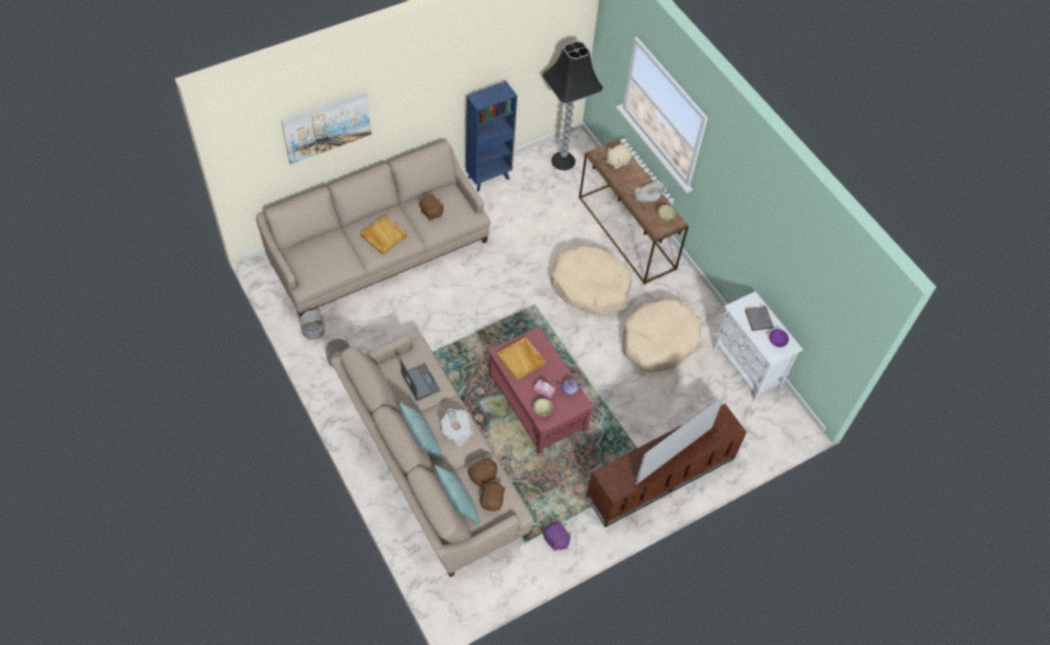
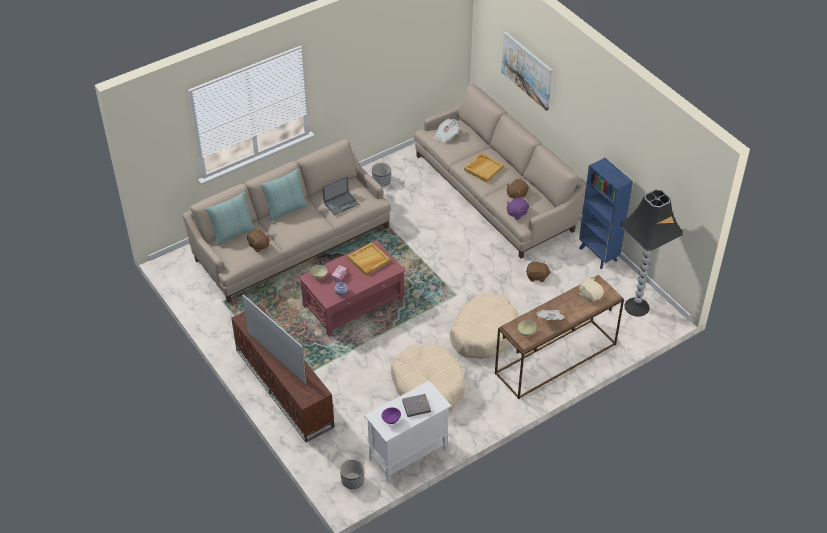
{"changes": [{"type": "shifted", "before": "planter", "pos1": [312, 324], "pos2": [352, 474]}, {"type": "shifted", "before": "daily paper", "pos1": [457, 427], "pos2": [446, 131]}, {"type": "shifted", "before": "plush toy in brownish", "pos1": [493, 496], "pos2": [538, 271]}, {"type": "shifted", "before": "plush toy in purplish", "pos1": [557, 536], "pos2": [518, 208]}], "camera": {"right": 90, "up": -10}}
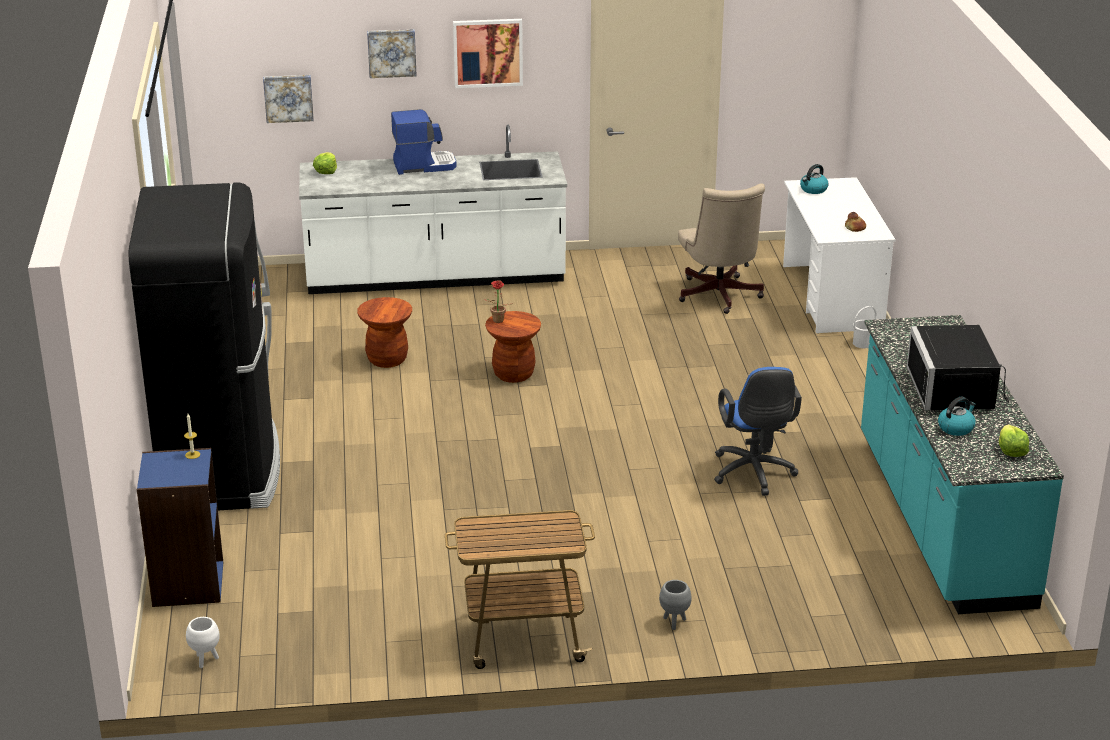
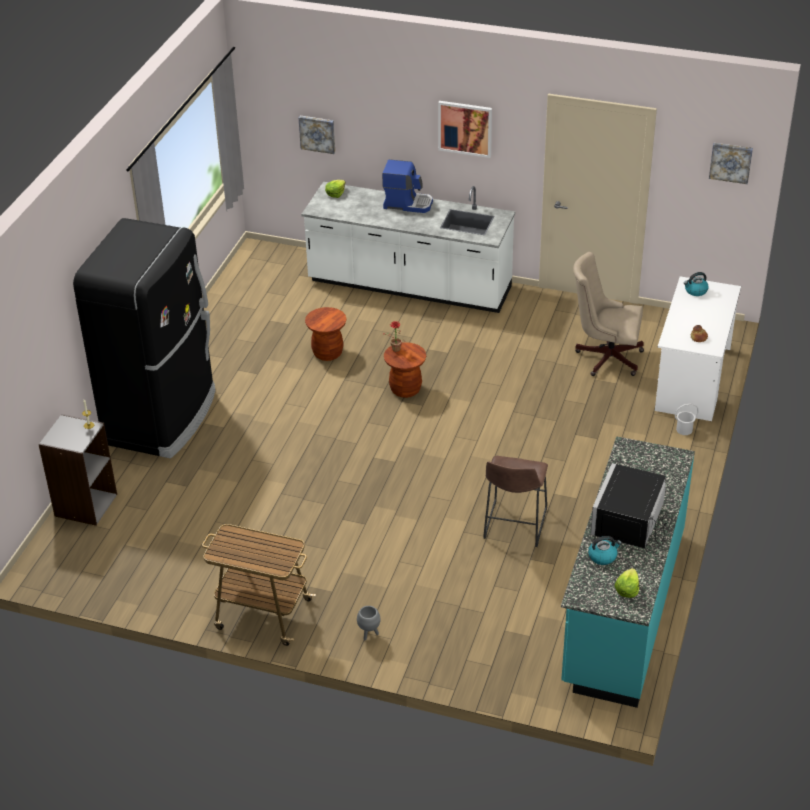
{"changes": [{"type": "gone", "before": "planter in whitish", "pos1": [203, 642]}, {"type": "shifted", "before": "wall art", "pos1": [392, 53], "pos2": [731, 163]}, {"type": "swapped", "before": "computer chair in blue", "after": "stool in brownish", "pos1": [758, 431], "pos2": [515, 501]}, {"type": "repainted", "before": "bookcase in blue", "after": "bookcase in grey", "pos1": [180, 527], "pos2": [77, 470]}, {"type": "rotated", "before": "computer chair in beige-coloured", "pos1": [721, 248], "pos2": [608, 314], "turn": 90}], "camera": {"right": 25, "up": 10}}
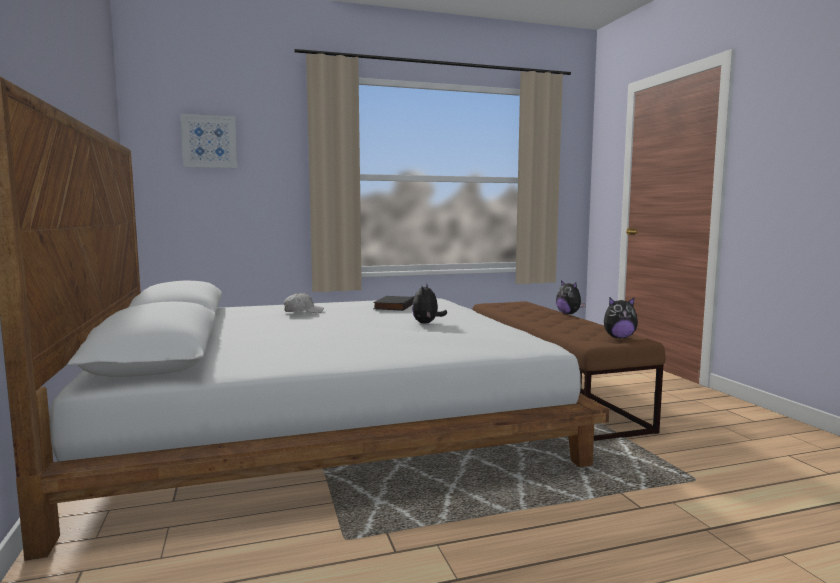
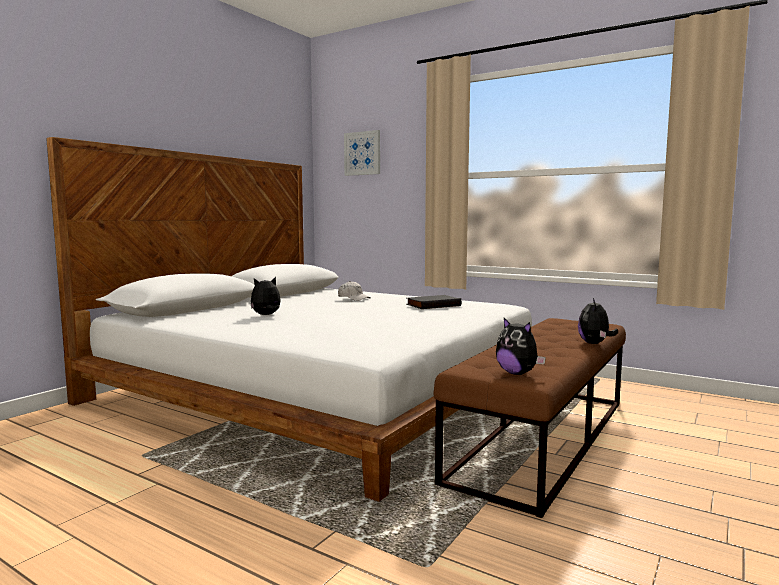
{"changes": [{"type": "shifted", "before": "plush toy", "pos1": [429, 303], "pos2": [266, 296]}], "camera": {"right": 50, "up": 0}}
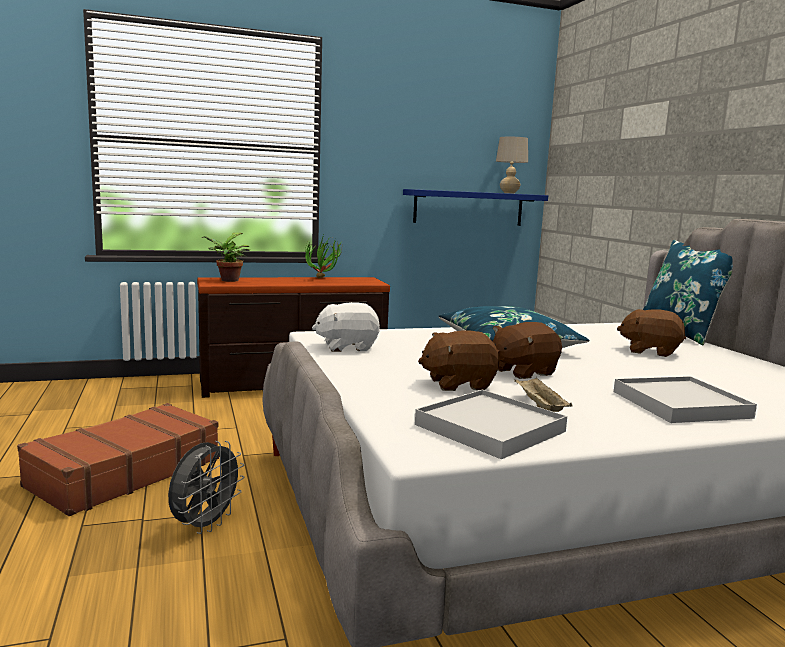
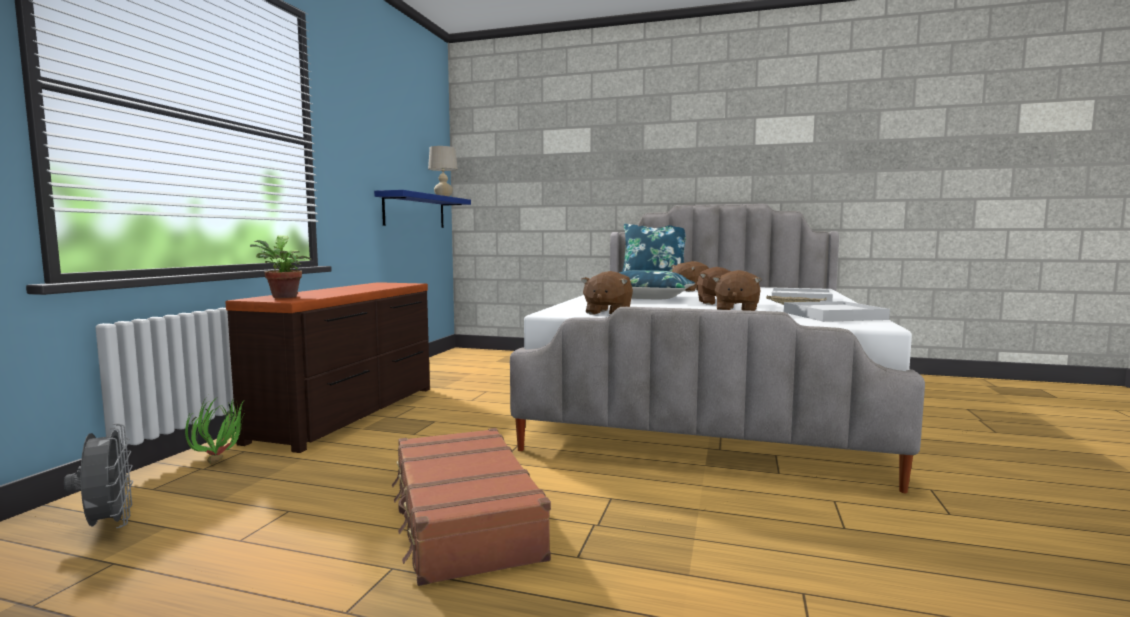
{"changes": [{"type": "shifted", "before": "fan in grey", "pos1": [206, 487], "pos2": [98, 475]}, {"type": "shifted", "before": "plant in a pot", "pos1": [323, 256], "pos2": [214, 430]}, {"type": "repainted", "before": "plush toy in whitish", "after": "plush toy in brownish", "pos1": [346, 327], "pos2": [607, 293]}], "camera": {"right": -55, "up": -5}}
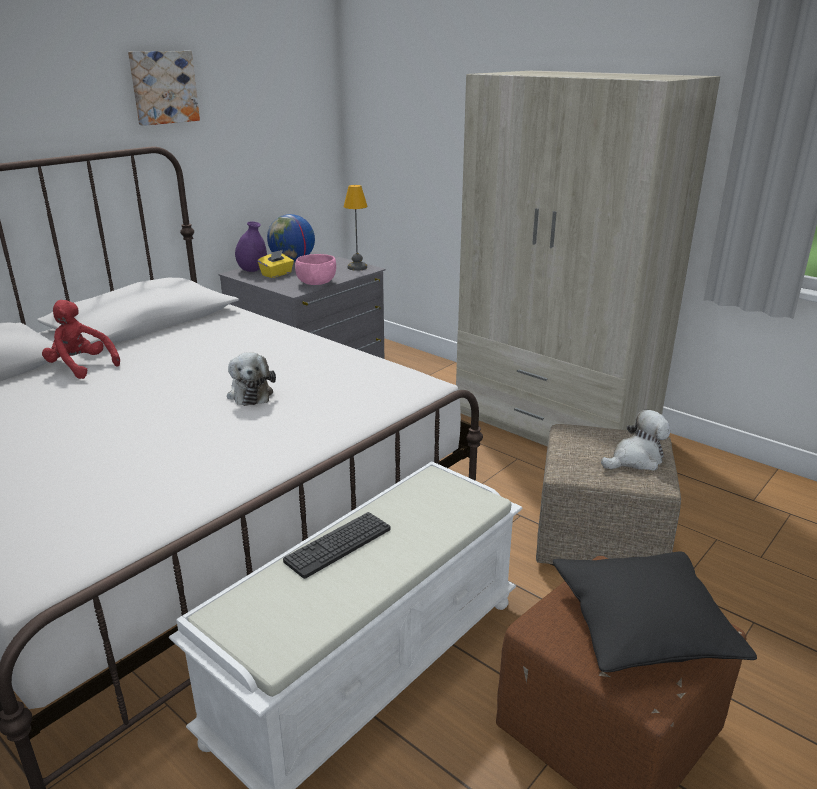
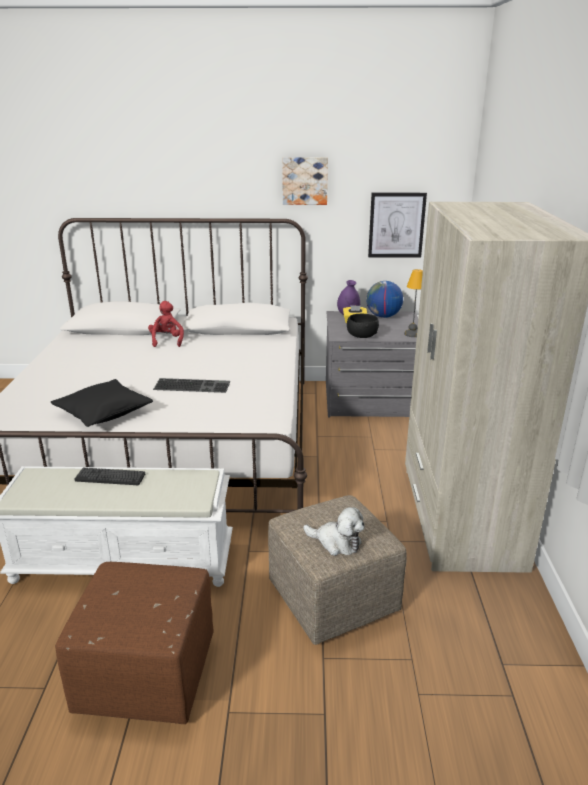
{"changes": [{"type": "new", "after": "wall art", "pos2": [397, 225]}, {"type": "shifted", "before": "throw pillow in black-coloured", "pos1": [655, 611], "pos2": [102, 403]}, {"type": "swapped", "before": "plush toy", "after": "keyboard", "pos1": [251, 379], "pos2": [191, 385]}, {"type": "repainted", "before": "serving bowl in pink", "after": "serving bowl in black-coloured", "pos1": [315, 269], "pos2": [363, 326]}], "camera": {"right": 50, "up": 0}}
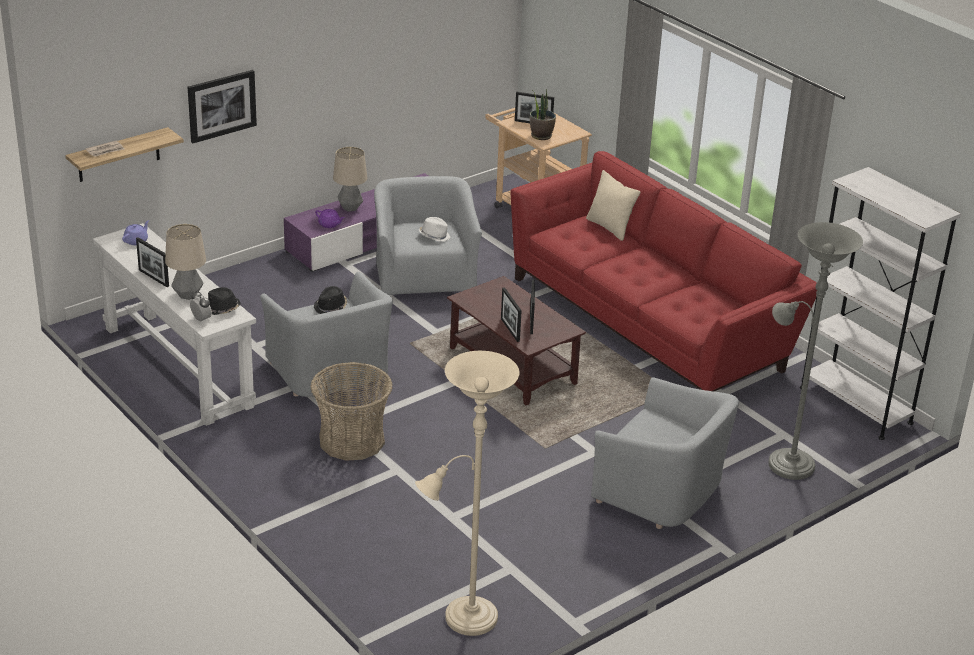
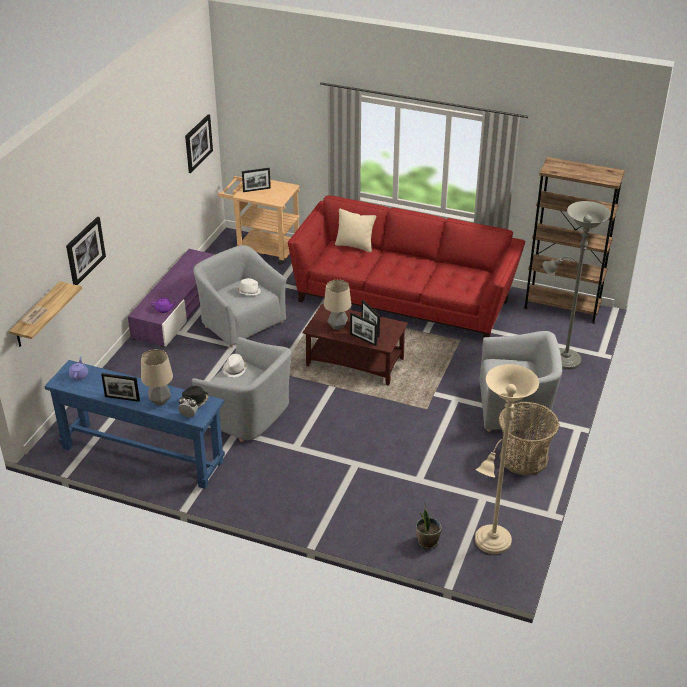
{"changes": [{"type": "new", "after": "wall art", "pos2": [199, 143]}, {"type": "shifted", "before": "basket", "pos1": [351, 411], "pos2": [529, 439]}, {"type": "shifted", "before": "tabletop lamp", "pos1": [350, 179], "pos2": [337, 305]}, {"type": "shifted", "before": "plant in a pot", "pos1": [543, 114], "pos2": [429, 526]}, {"type": "repainted", "before": "console table in whitish", "after": "console table in blue", "pos1": [174, 324], "pos2": [134, 424]}, {"type": "repainted", "before": "hat in black-coloured", "after": "hat in whitish", "pos1": [330, 300], "pos2": [234, 366]}, {"type": "repainted", "before": "bookcase in whitish", "after": "bookcase in brownish", "pos1": [880, 303], "pos2": [574, 240]}], "camera": {"right": -30, "up": 5}}
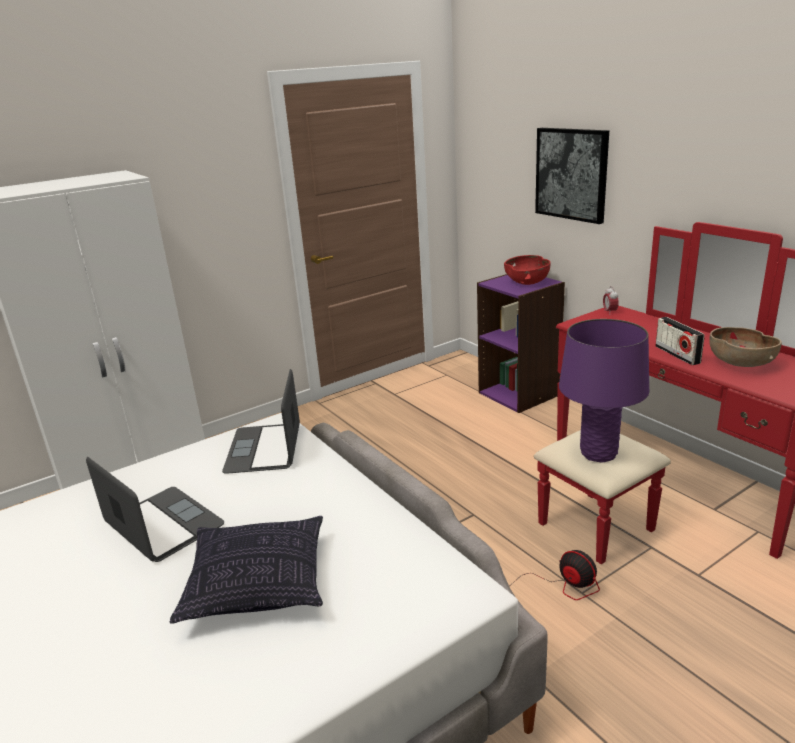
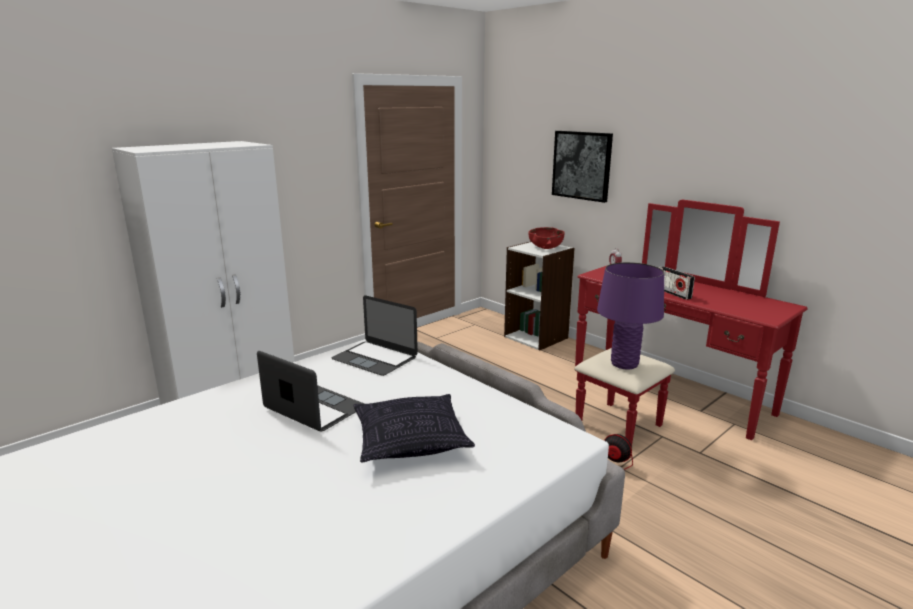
{"changes": [{"type": "gone", "before": "serving bowl in brownish", "pos1": [745, 347]}, {"type": "repainted", "before": "bookcase in purplish", "after": "bookcase in whitish", "pos1": [521, 343], "pos2": [539, 296]}, {"type": "rotated", "before": "notebook computer", "pos1": [261, 421], "pos2": [375, 335], "turn": -45}], "camera": {"right": -10, "up": -5}}
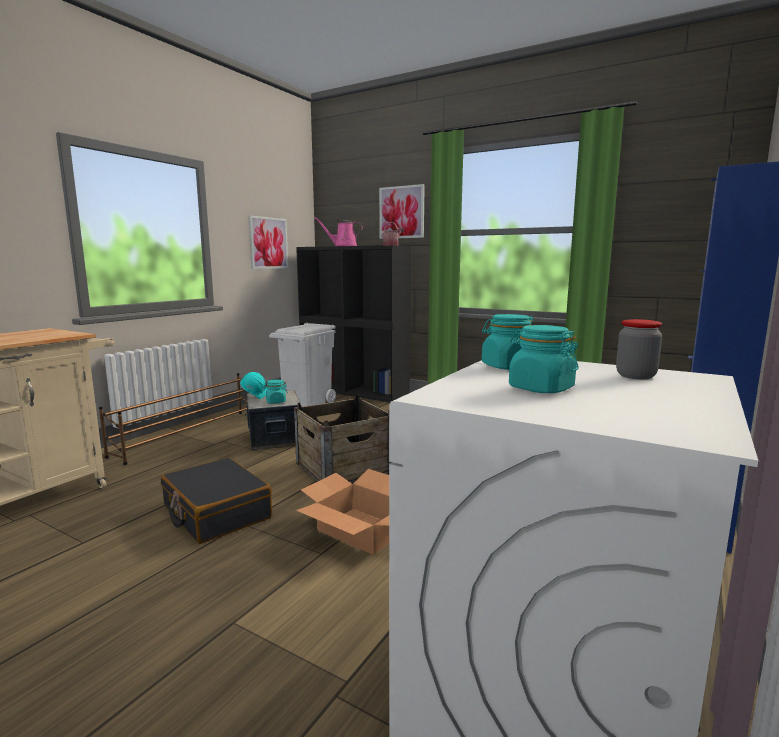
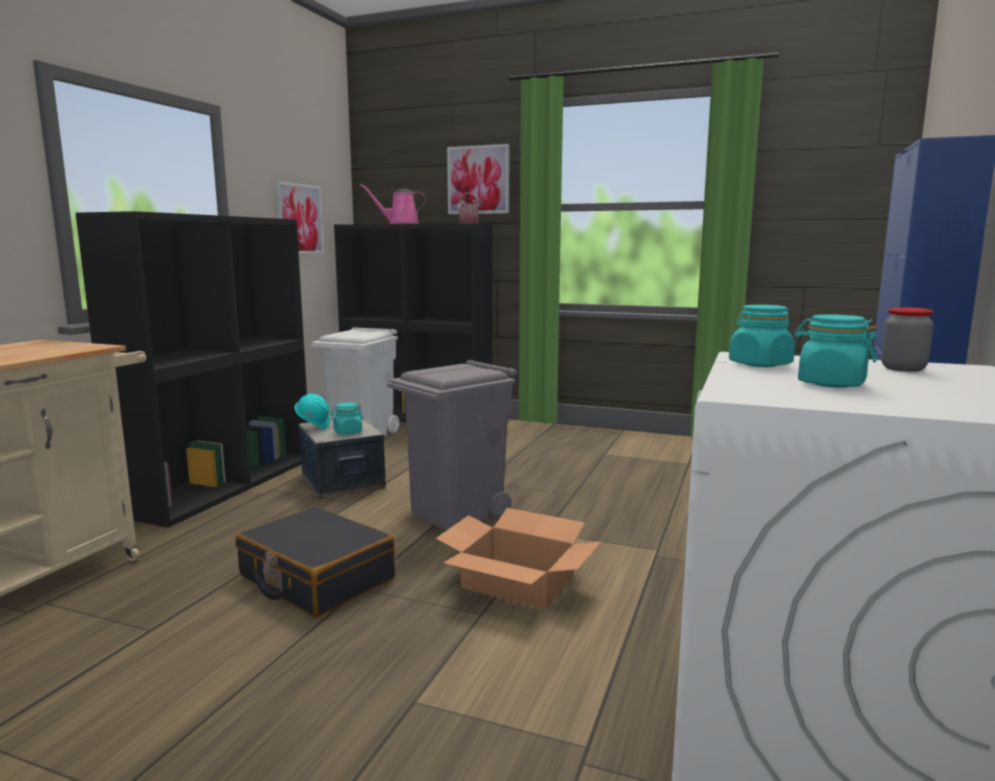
{"changes": [{"type": "swapped", "before": "shoe stand in brownish", "after": "bookcase in black-coloured", "pos1": [173, 419], "pos2": [192, 369]}, {"type": "swapped", "before": "packing crate", "after": "rubbish bin in grey", "pos1": [343, 439], "pos2": [452, 445]}], "camera": {"right": -10, "up": 0}}
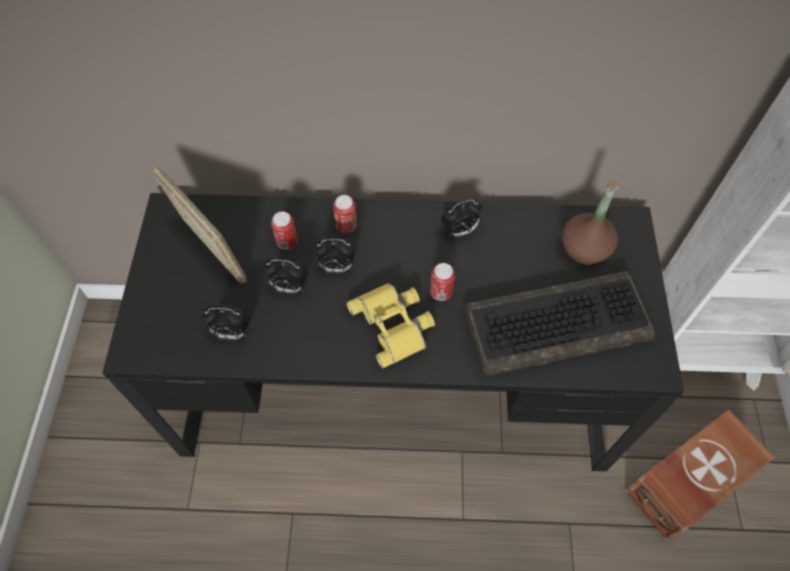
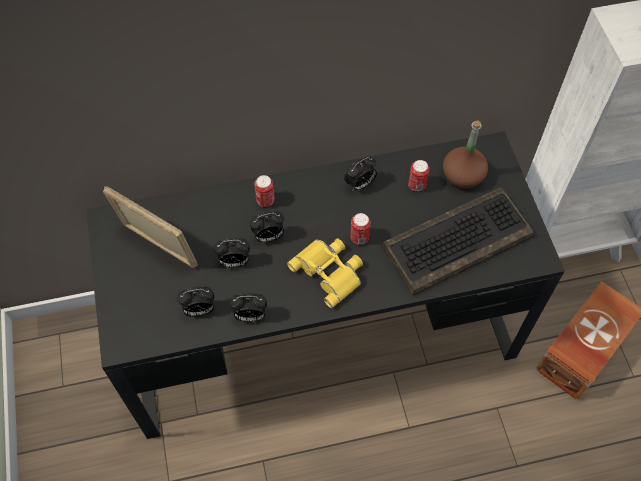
{"changes": [{"type": "new", "after": "alarm clock", "pos2": [248, 307]}, {"type": "shifted", "before": "sealed can", "pos1": [284, 231], "pos2": [418, 176]}], "camera": {"right": -15, "up": 0}}
